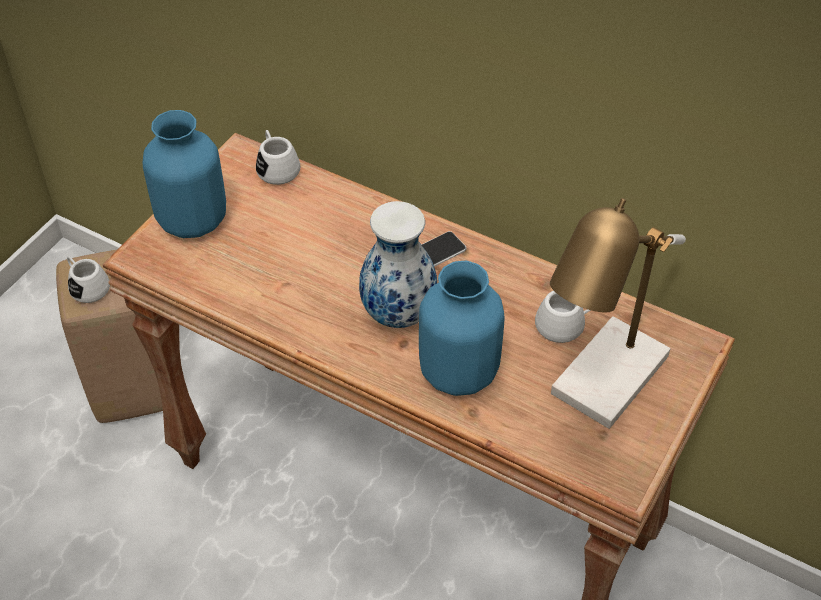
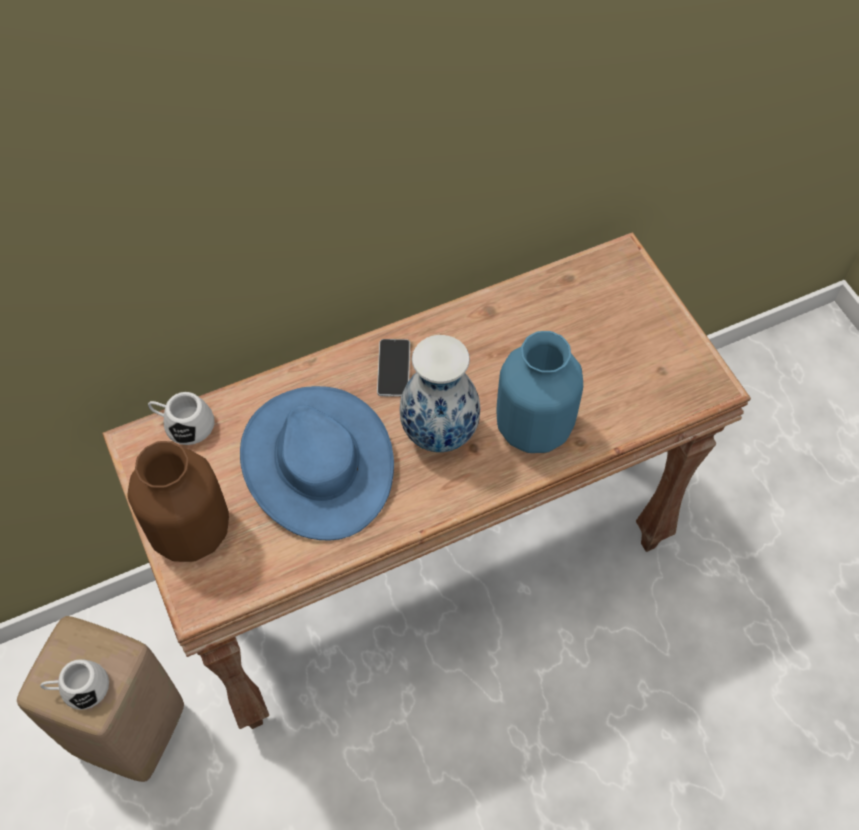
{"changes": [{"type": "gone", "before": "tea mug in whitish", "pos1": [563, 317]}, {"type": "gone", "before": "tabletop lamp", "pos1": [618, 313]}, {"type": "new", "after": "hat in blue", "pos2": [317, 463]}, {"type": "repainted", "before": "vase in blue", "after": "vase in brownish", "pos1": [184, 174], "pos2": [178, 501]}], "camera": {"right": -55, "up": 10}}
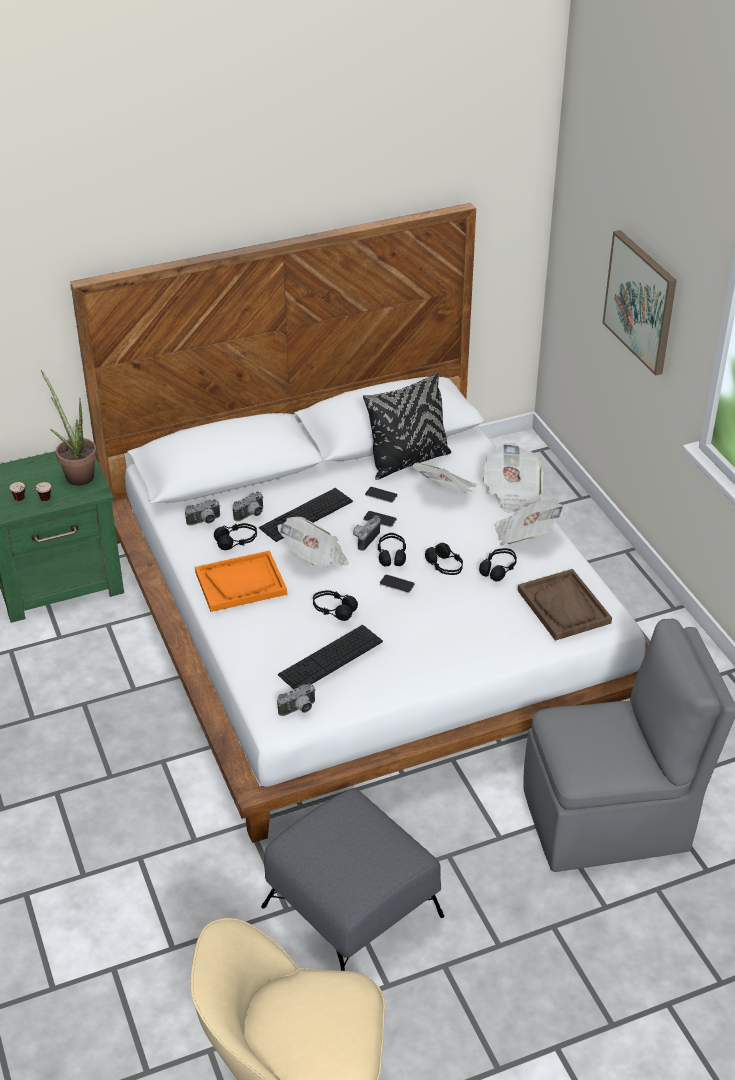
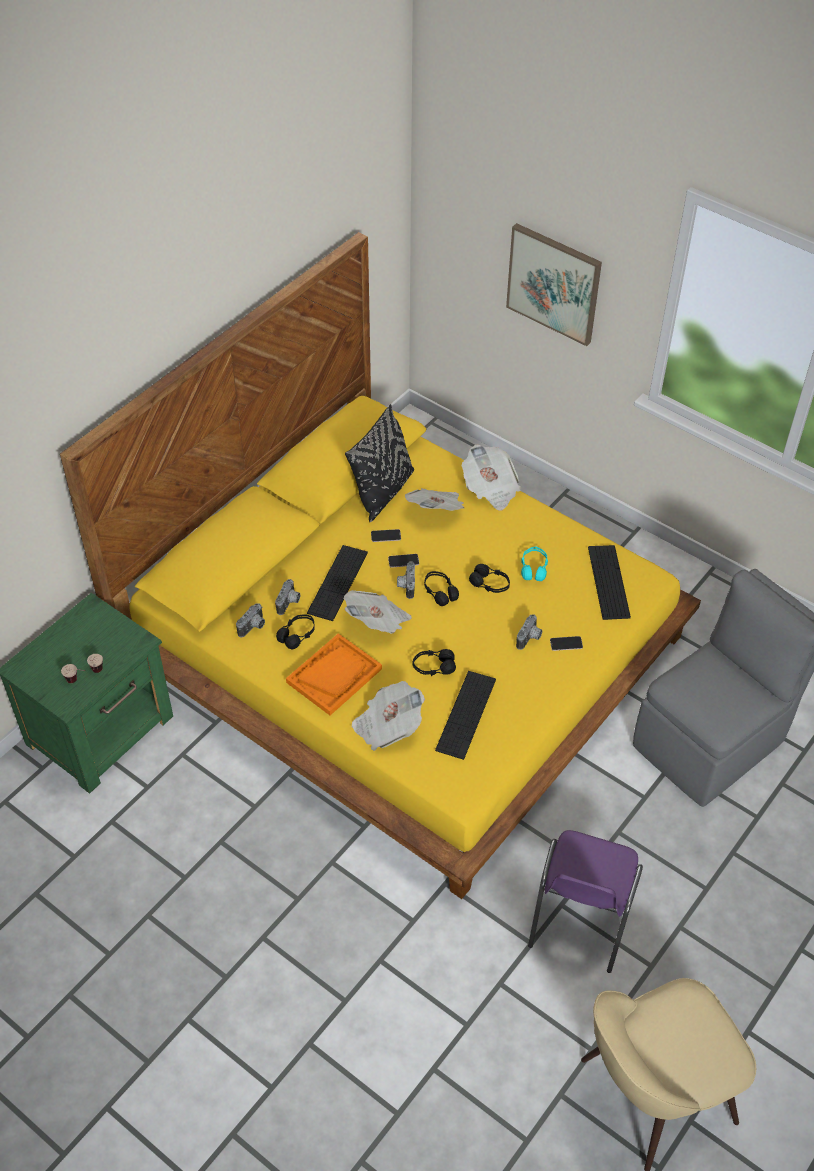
{"changes": [{"type": "gone", "before": "plant in a pot", "pos1": [69, 428]}, {"type": "shifted", "before": "photo camera", "pos1": [296, 699], "pos2": [529, 632]}, {"type": "shifted", "before": "handset", "pos1": [397, 583], "pos2": [566, 643]}, {"type": "shifted", "before": "daily paper", "pos1": [530, 521], "pos2": [388, 716]}, {"type": "swapped", "before": "ottoman in grey", "after": "upright chair in purplish", "pos1": [352, 880], "pos2": [585, 901]}, {"type": "swapped", "before": "serving tray in brownish", "after": "keyboard", "pos1": [565, 605], "pos2": [609, 582]}, {"type": "repainted", "before": "bedroom bed in whitish", "after": "bedroom bed in yellowish", "pos1": [359, 523], "pos2": [380, 565]}, {"type": "repainted", "before": "headphones in black-coloured", "after": "headphones in turquoise-coloured", "pos1": [498, 564], "pos2": [534, 564]}], "camera": {"right": -30, "up": 10}}
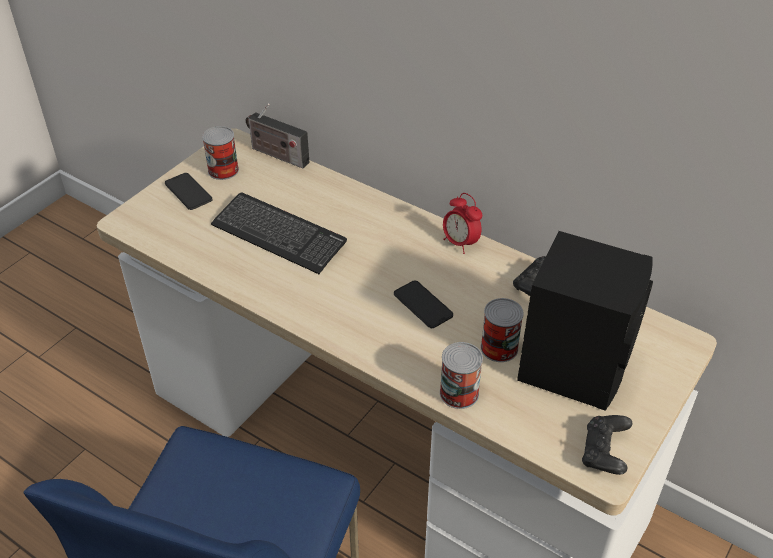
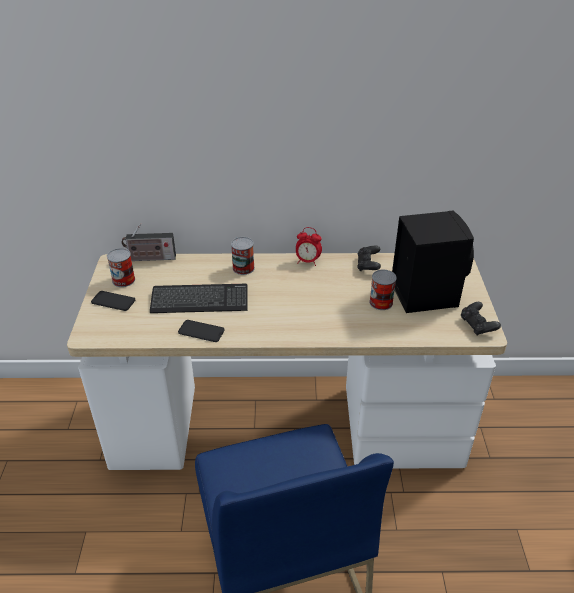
{"changes": [{"type": "shifted", "before": "handset", "pos1": [423, 304], "pos2": [201, 331]}, {"type": "shifted", "before": "sealed can", "pos1": [461, 375], "pos2": [243, 256]}], "camera": {"right": -35, "up": -5}}
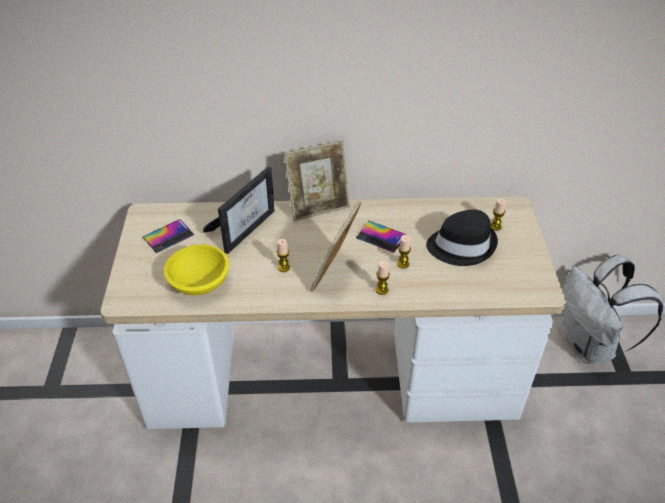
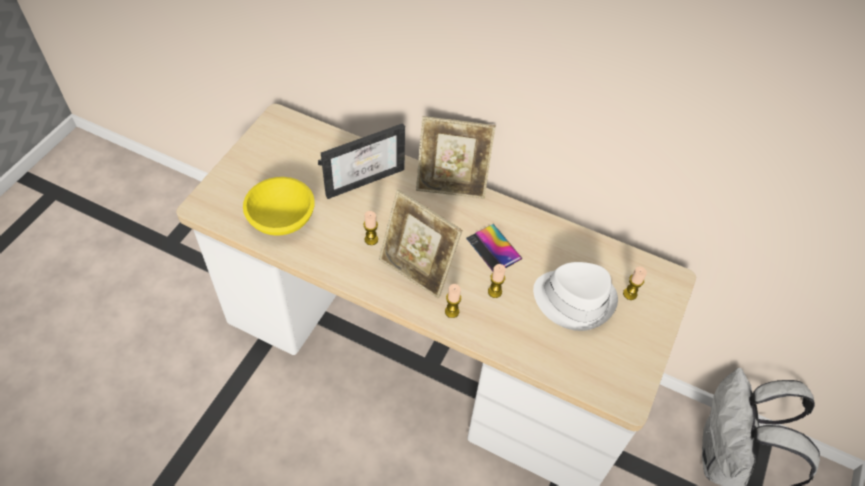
{"changes": [{"type": "gone", "before": "handset", "pos1": [168, 236]}, {"type": "repainted", "before": "hat in black-coloured", "after": "hat in whitish", "pos1": [462, 237], "pos2": [575, 296]}, {"type": "rotated", "before": "standing frame", "pos1": [335, 246], "pos2": [420, 244], "turn": -105}], "camera": {"right": 25, "up": 10}}
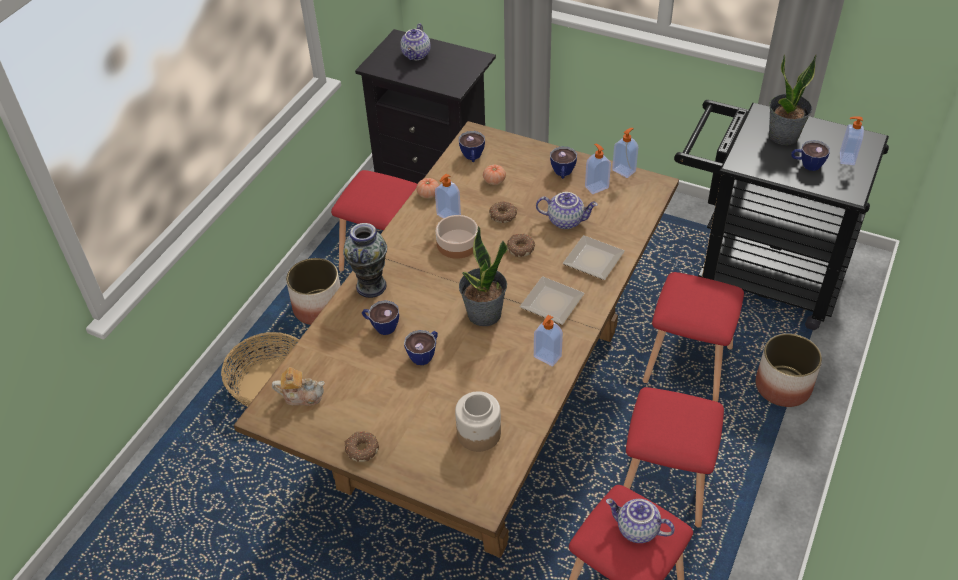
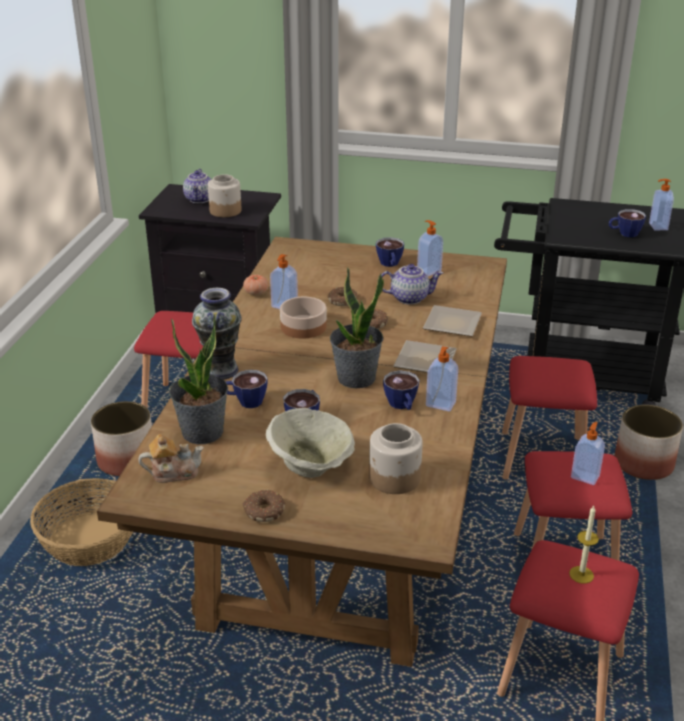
{"changes": [{"type": "gone", "before": "whole tomato", "pos1": [494, 174]}, {"type": "new", "after": "storage jar", "pos2": [225, 195]}, {"type": "new", "after": "serving bowl in beige-coloured", "pos2": [310, 443]}, {"type": "shifted", "before": "drinking cup", "pos1": [472, 146], "pos2": [401, 390]}, {"type": "shifted", "before": "soap bottle", "pos1": [625, 153], "pos2": [588, 453]}, {"type": "shifted", "before": "plant in a pot", "pos1": [793, 99], "pos2": [198, 379]}, {"type": "swapped", "before": "teapot", "after": "wax light", "pos1": [640, 521], "pos2": [584, 545]}], "camera": {"right": -15, "up": -15}}
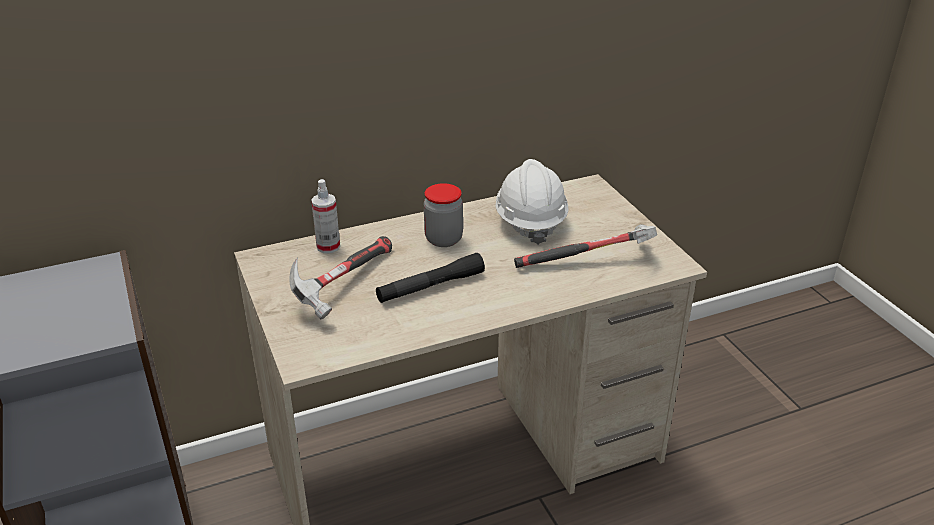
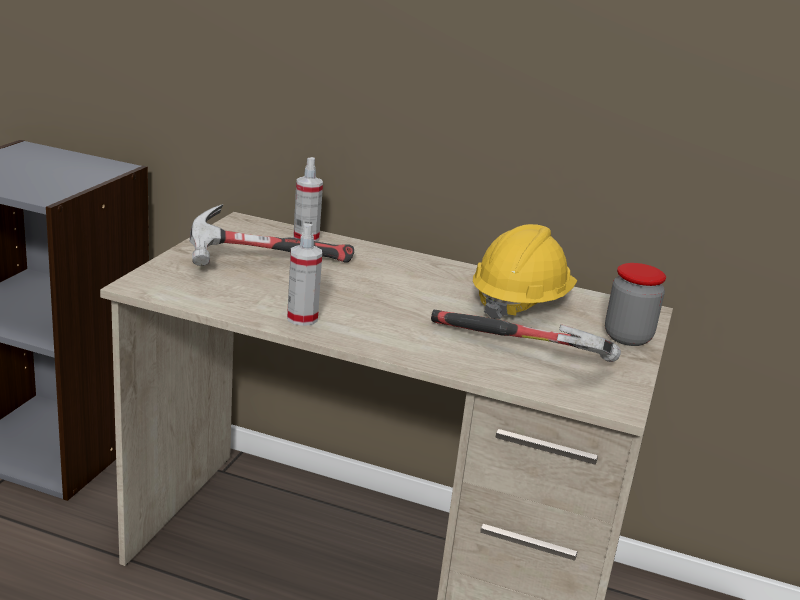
{"changes": [{"type": "gone", "before": "hand torch in black-coloured", "pos1": [430, 278]}, {"type": "new", "after": "spray bottle", "pos2": [304, 274]}, {"type": "shifted", "before": "storage jar", "pos1": [443, 215], "pos2": [635, 304]}, {"type": "repainted", "before": "work helmet in whitish", "after": "work helmet in yellowish", "pos1": [532, 202], "pos2": [525, 271]}], "camera": {"right": 40, "up": -10}}
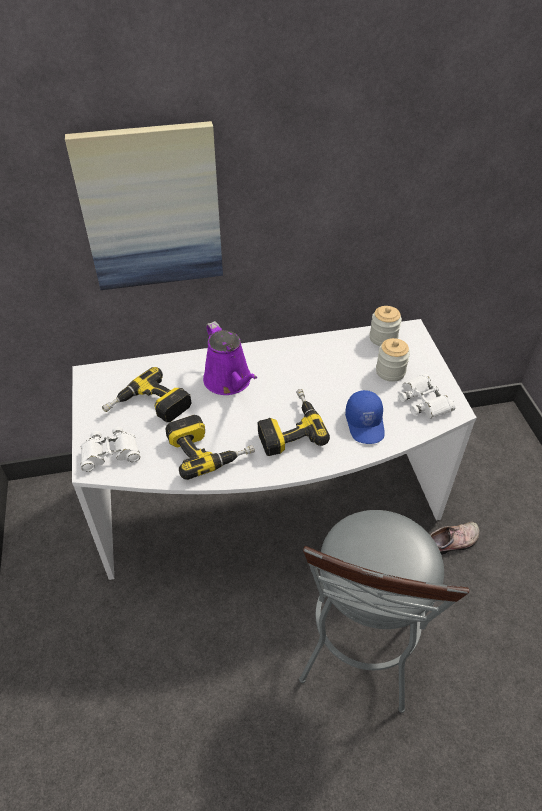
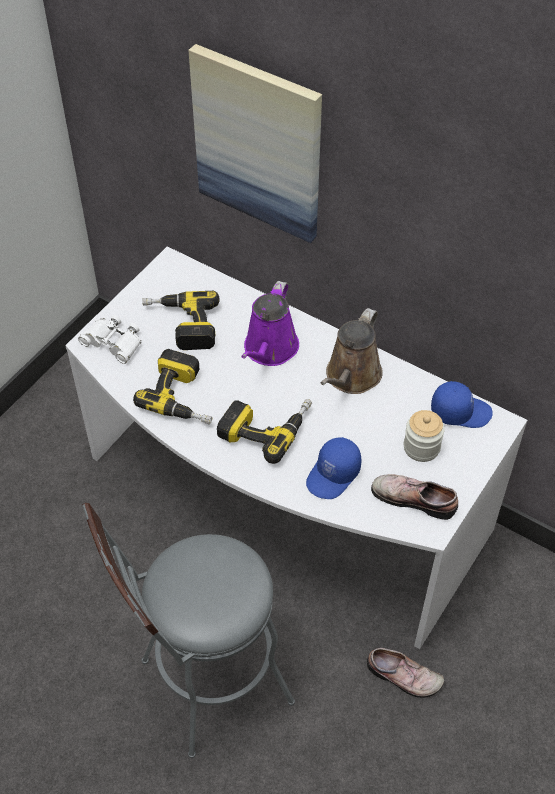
{"changes": [{"type": "new", "after": "watering can in brownish", "pos2": [352, 351]}, {"type": "swapped", "before": "storage jar", "after": "cap in blue", "pos1": [386, 326], "pos2": [462, 404]}, {"type": "swapped", "before": "binoculars in whitish", "after": "item of footwear", "pos1": [427, 395], "pos2": [414, 497]}], "camera": {"right": 45, "up": 5}}
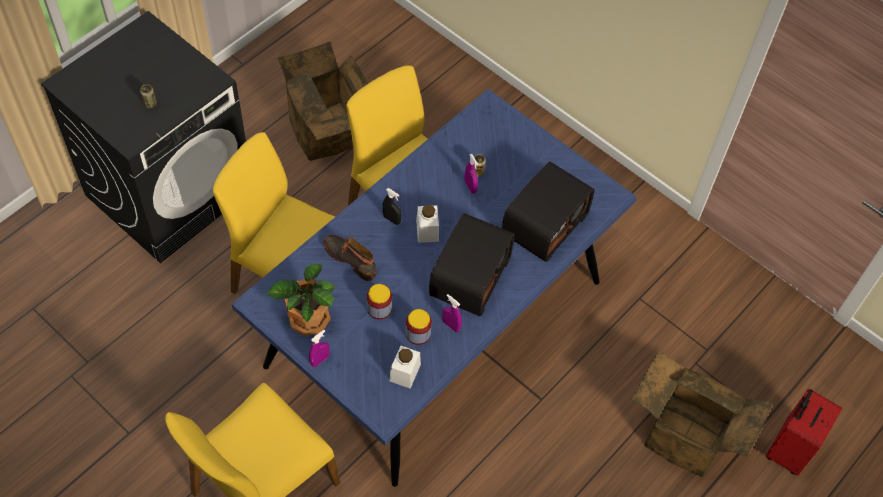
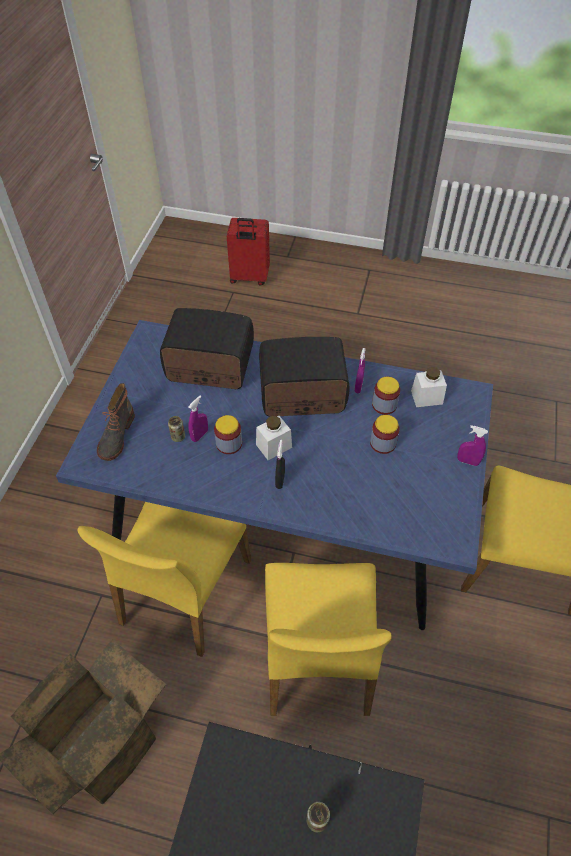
{"changes": [{"type": "gone", "before": "plant in a pot", "pos1": [301, 300]}, {"type": "gone", "before": "cardboard box", "pos1": [702, 413]}, {"type": "new", "after": "storage jar", "pos2": [228, 434]}, {"type": "shifted", "before": "tall boot", "pos1": [349, 258], "pos2": [116, 422]}], "camera": {"right": -115, "up": -5}}
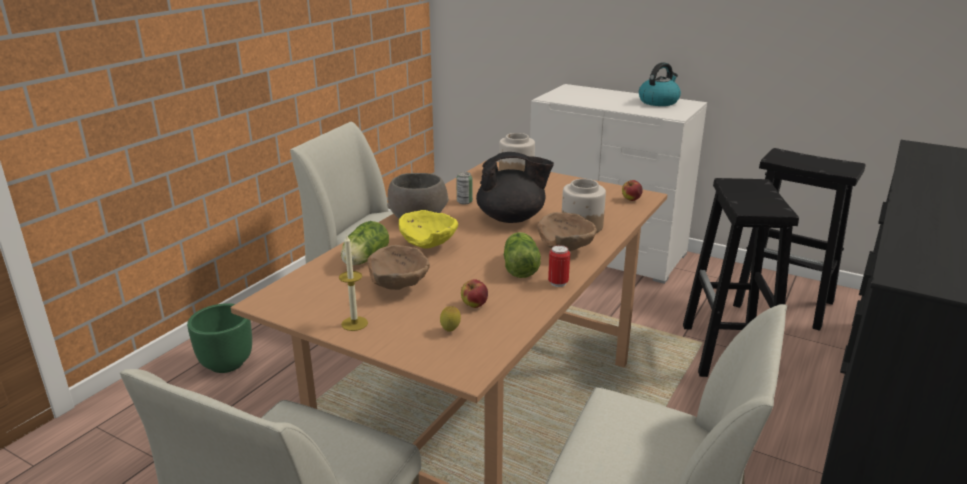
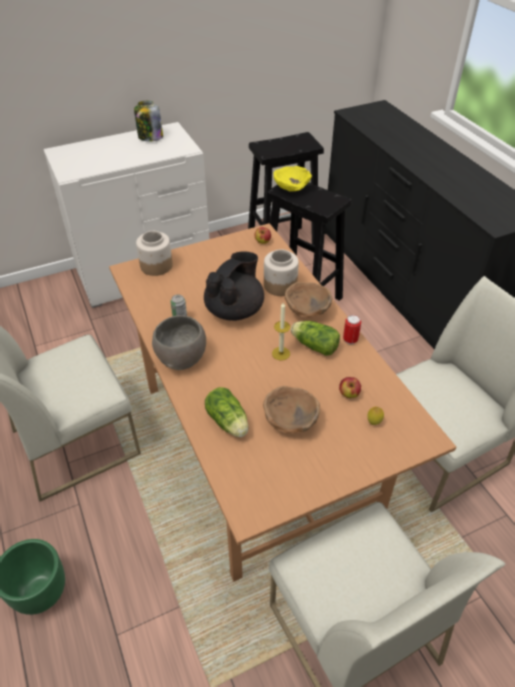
{"changes": [{"type": "shifted", "before": "wax light", "pos1": [353, 283], "pos2": [281, 331]}, {"type": "shifted", "before": "serving bowl in yellowish", "pos1": [428, 229], "pos2": [292, 179]}, {"type": "swapped", "before": "kettle", "after": "storage jar", "pos1": [660, 84], "pos2": [148, 121]}], "camera": {"right": -55, "up": 20}}
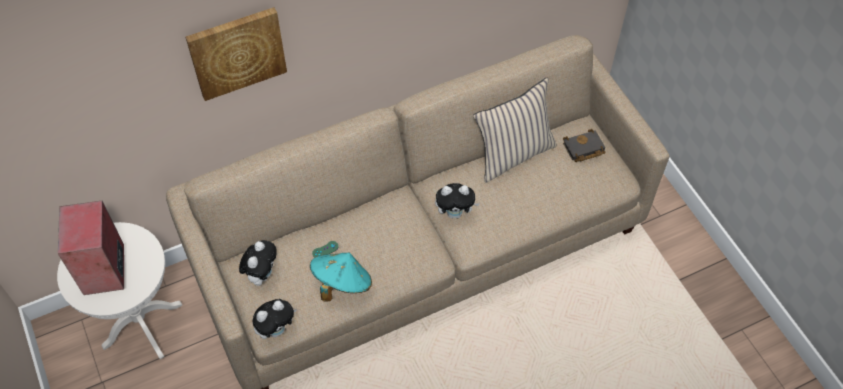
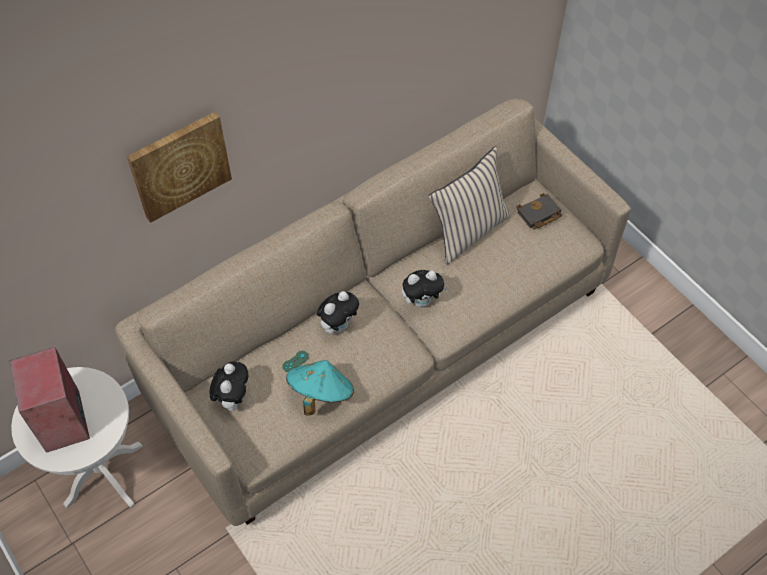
{"changes": [{"type": "shifted", "before": "plush toy", "pos1": [275, 319], "pos2": [338, 312]}], "camera": {"right": -10, "up": 0}}
